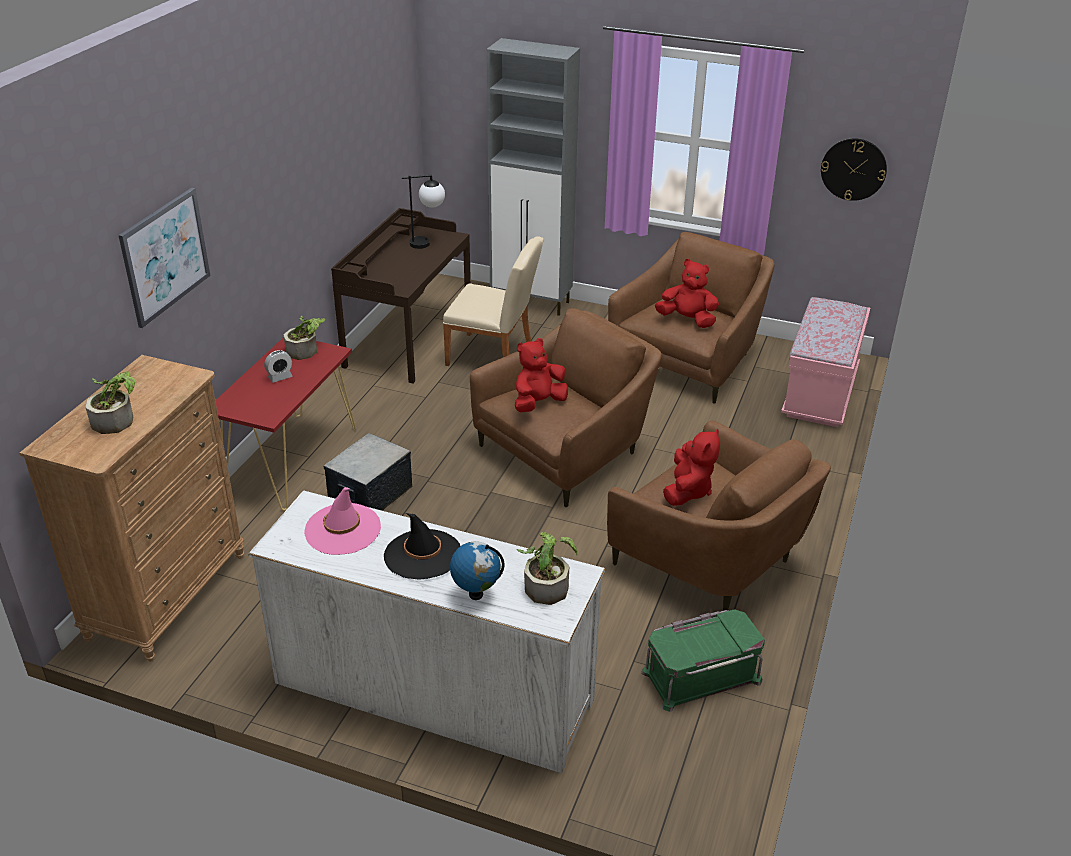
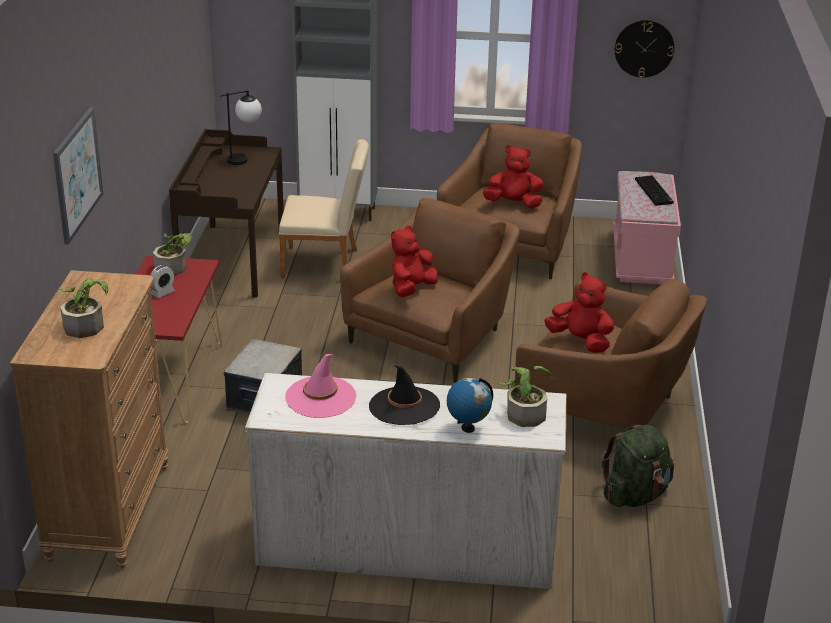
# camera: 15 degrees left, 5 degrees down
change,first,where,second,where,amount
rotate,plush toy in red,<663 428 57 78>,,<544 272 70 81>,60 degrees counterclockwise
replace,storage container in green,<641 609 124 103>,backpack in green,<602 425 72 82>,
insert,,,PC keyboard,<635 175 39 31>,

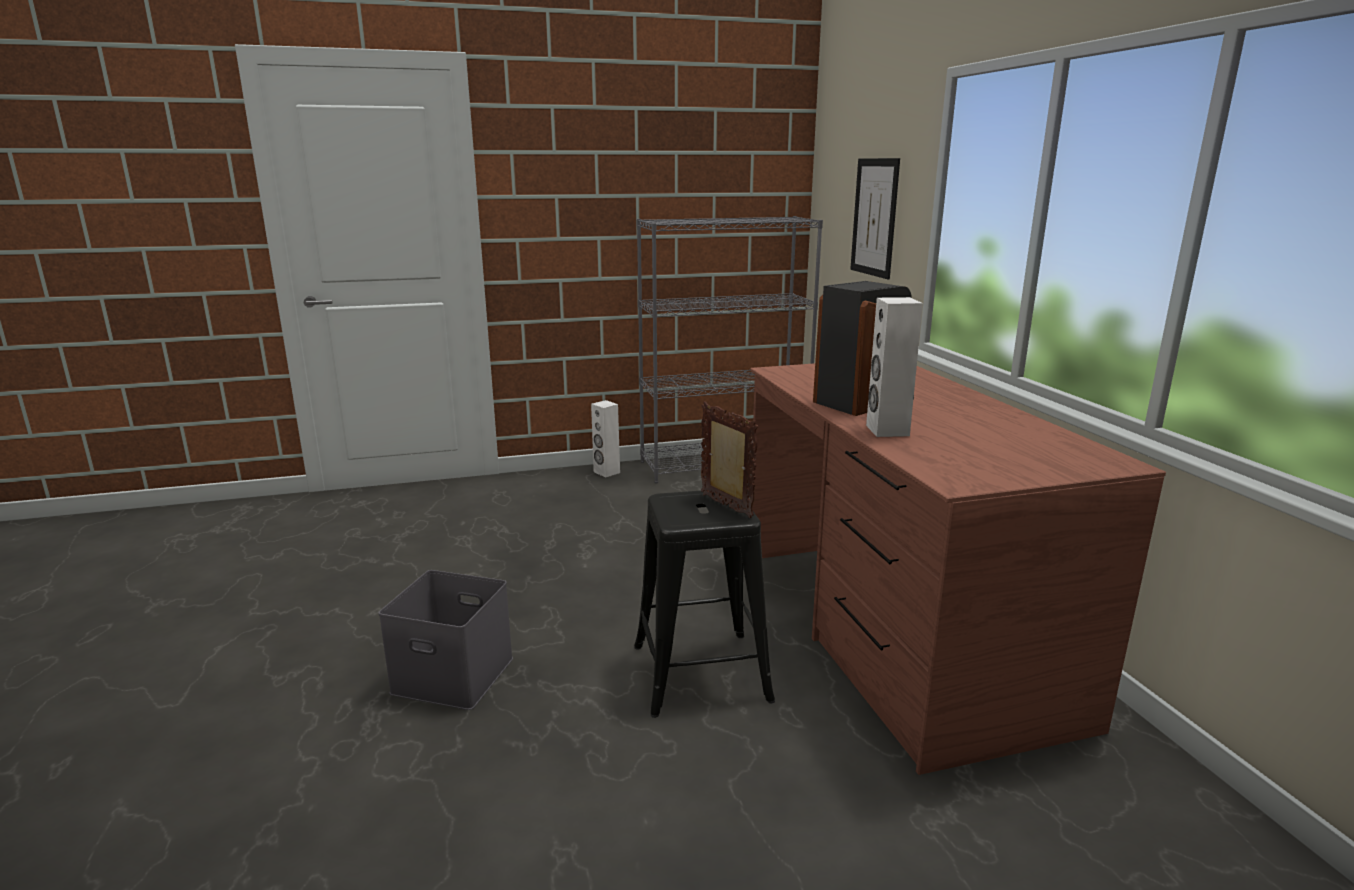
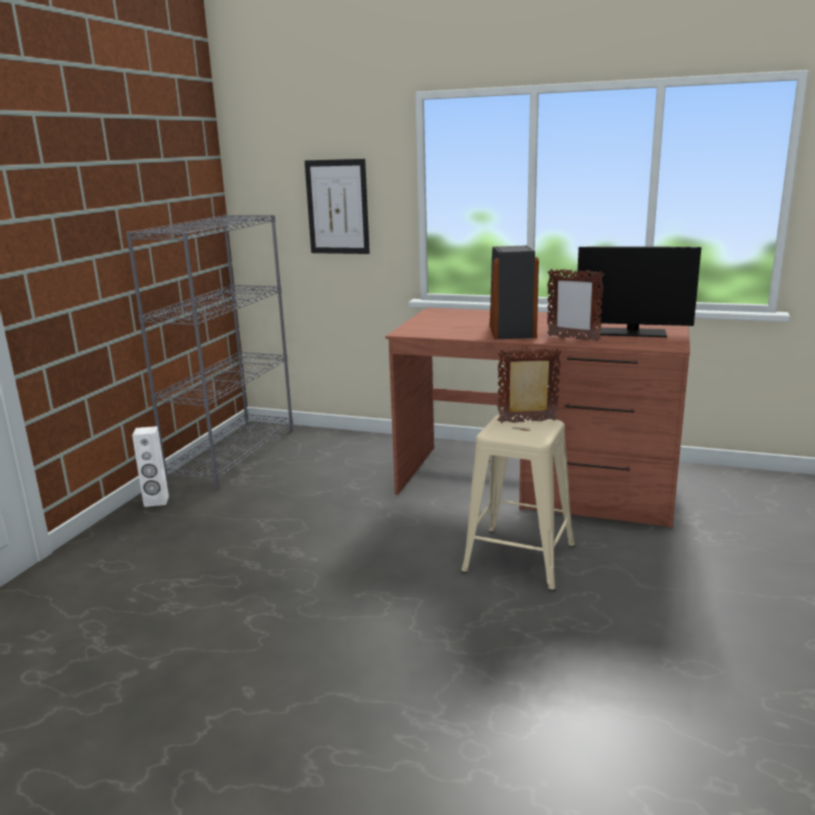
# camera: 55 degrees left, 0 degrees up
change,first,where,second,where,amount
recolor,stool seat in black-coloured,<634 491 141 227>,stool seat in beige-coloured,<461 414 114 177>,
replace,speaker in whitish,<866 297 57 140>,standing frame,<547 269 57 72>,
insert,,,computer display,<577 246 124 91>,
delete,storage container in grey,<379 570 134 140>,,,

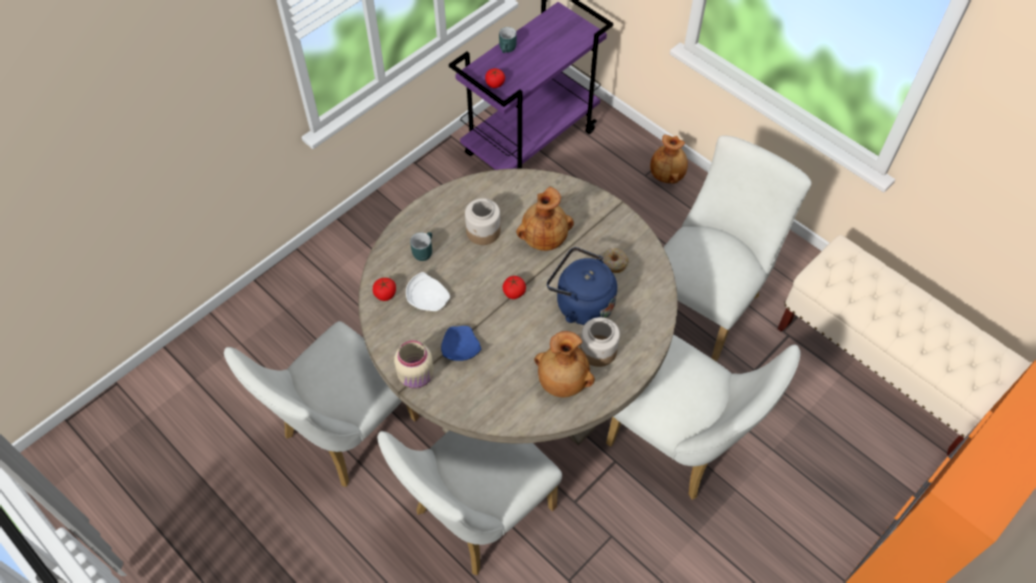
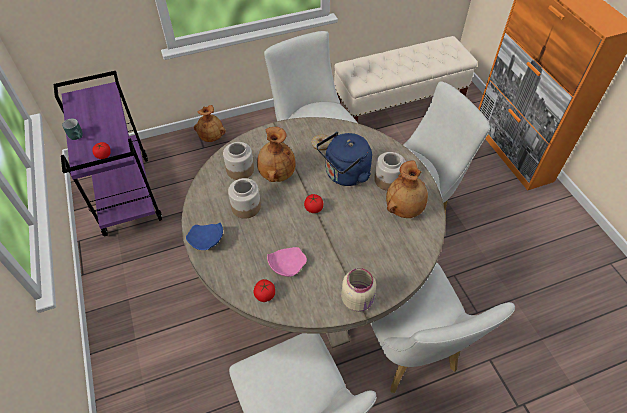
# camera: 65 degrees left, 5 degrees down
change,first,where,second,where,amount
move,flat dish in bluish,<441 326 40 35>,,<186 223 37 27>,
insert,,,jar,<223 142 31 38>,
recolor,flat dish in whitish,<406 272 44 39>,flat dish in pink,<267 247 40 30>,
delete,tea mug in blue-green,<410 232 22 29>,,,

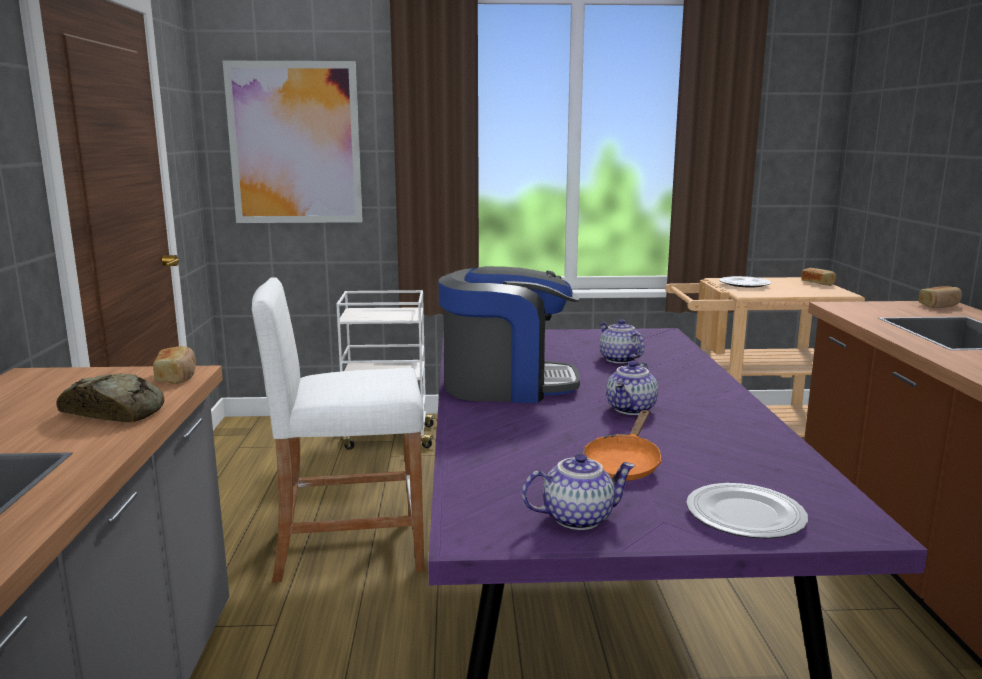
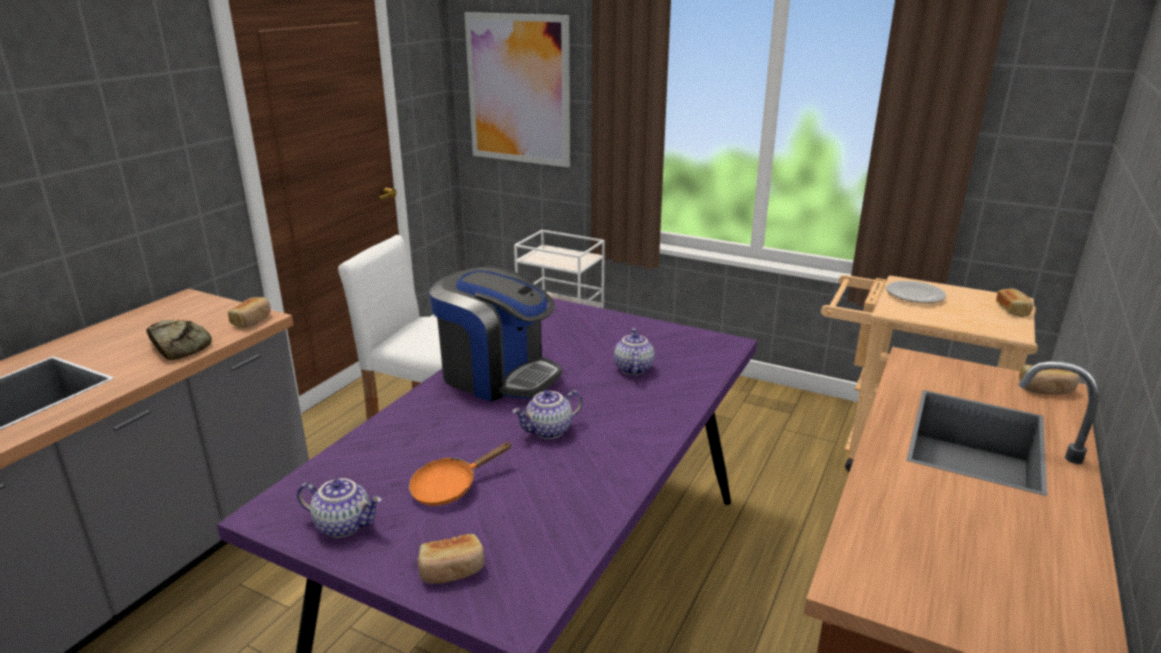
# camera: 30 degrees right, 10 degrees up
change,first,where,second,where,amount
replace,flat dish,<686 483 122 56>,bread,<418 534 66 50>,

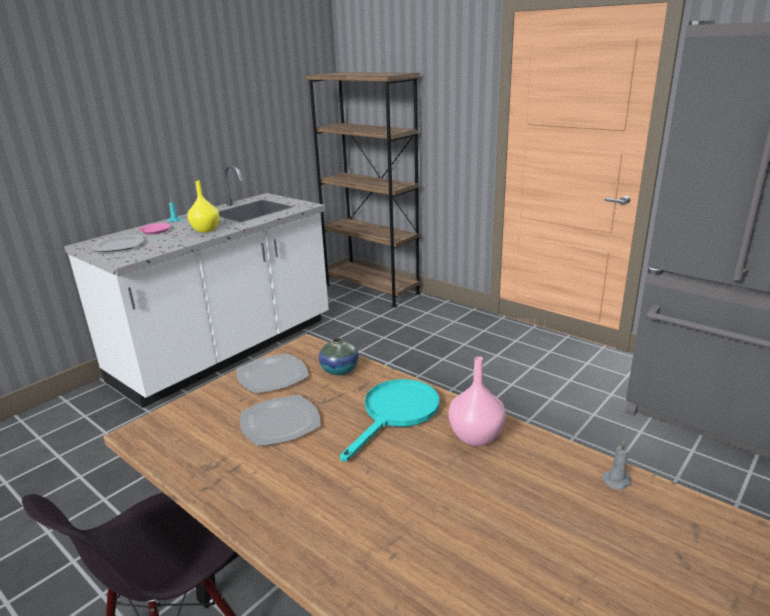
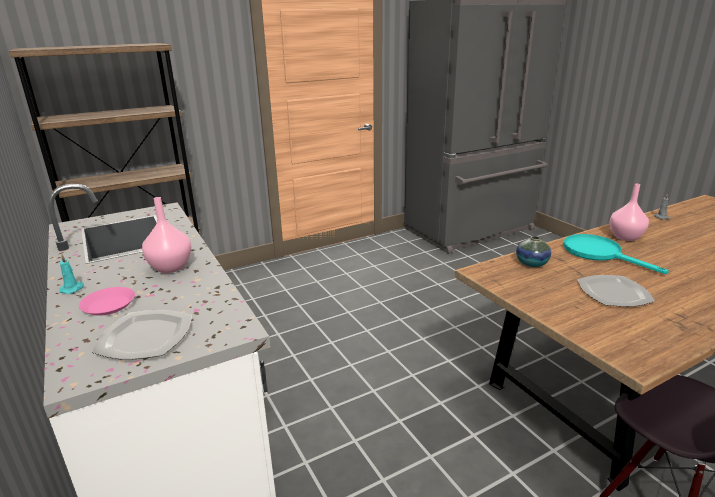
# camera: 70 degrees left, 0 degrees up
change,first,where,second,where,amount
recolor,flower vase in yellow-coloured,<188 181 31 52>,flower vase in pink,<142 197 49 76>,
delete,flat dish,<237 353 72 41>,,,

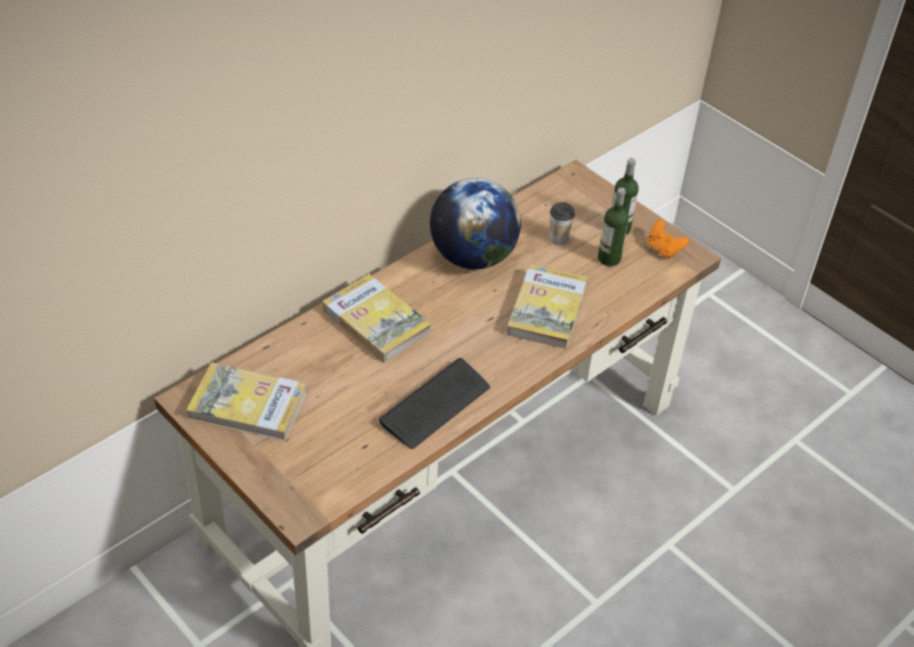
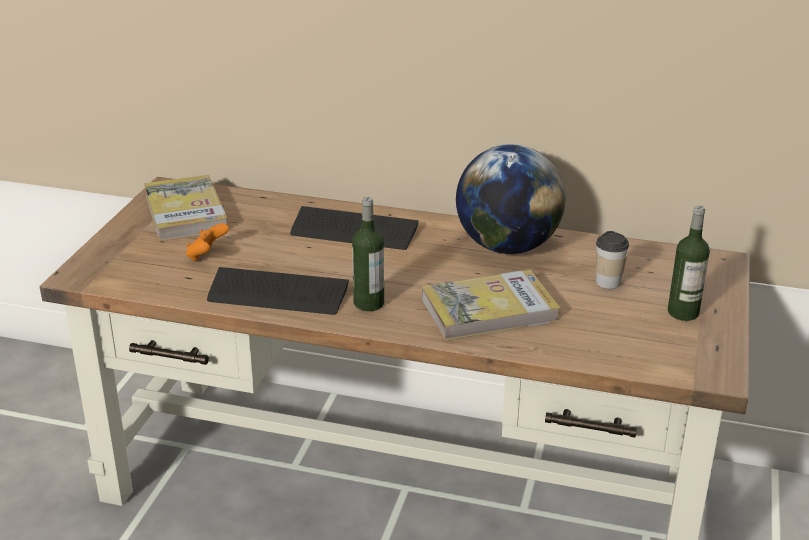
# camera: 60 degrees right, 15 degrees down
change,first,where,second,where,amount
move,joypad in orange-coloured,<648 220 41 38>,,<186 223 43 39>,
replace,book,<322 274 109 89>,PC keyboard,<290 206 129 44>,
move,bottle,<598 188 31 78>,,<352 197 32 114>,

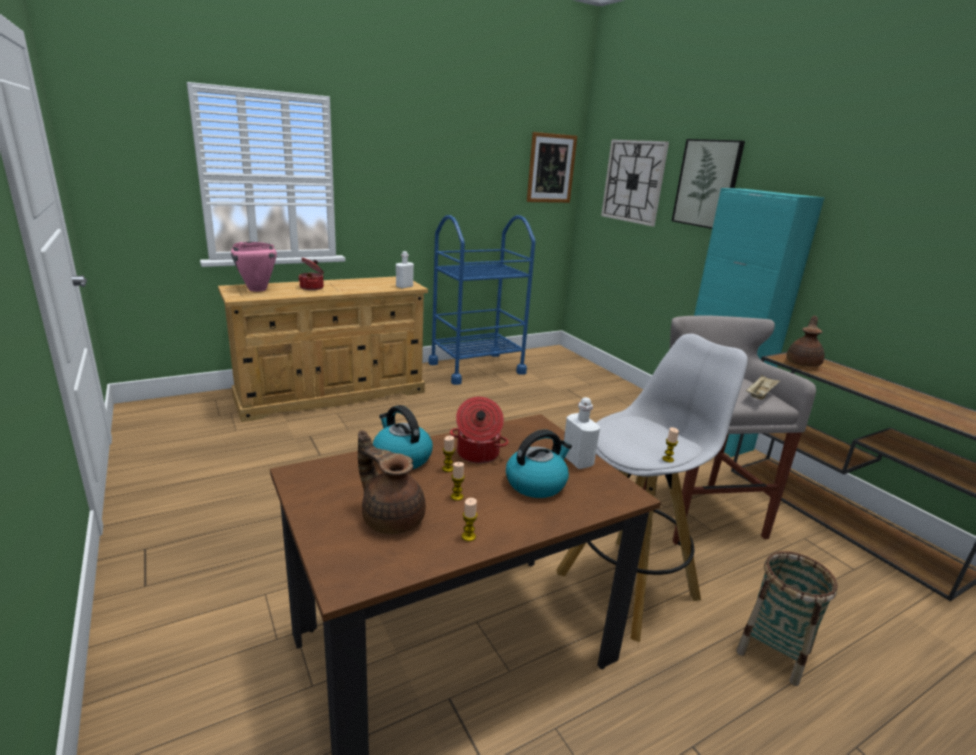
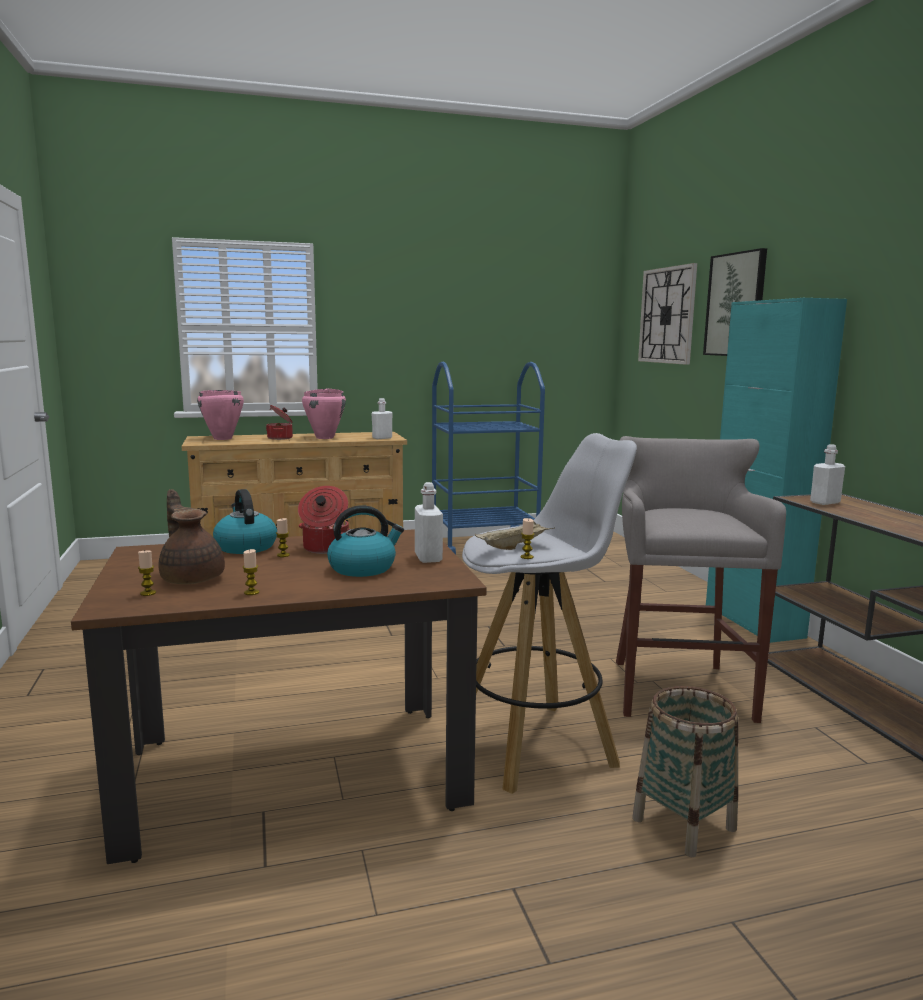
# camera: 15 degrees right, 10 degrees down
change,first,where,second,where,amount
move,wax candle,<451 462 14 39>,,<138 551 18 45>,
insert,,,stockpot in pink,<302 388 44 51>,
move,tray in beige-coloured,<746 374 34 26>,,<475 522 80 28>,
replace,pot for tea in brown,<787 315 38 52>,bottle in whitish,<810 444 35 61>,
delete,picture,<527 132 50 71>,,,

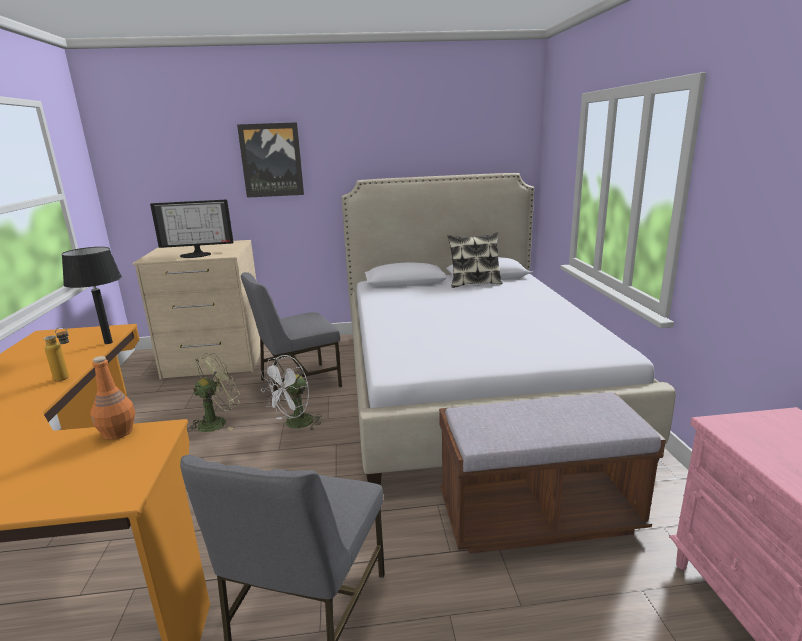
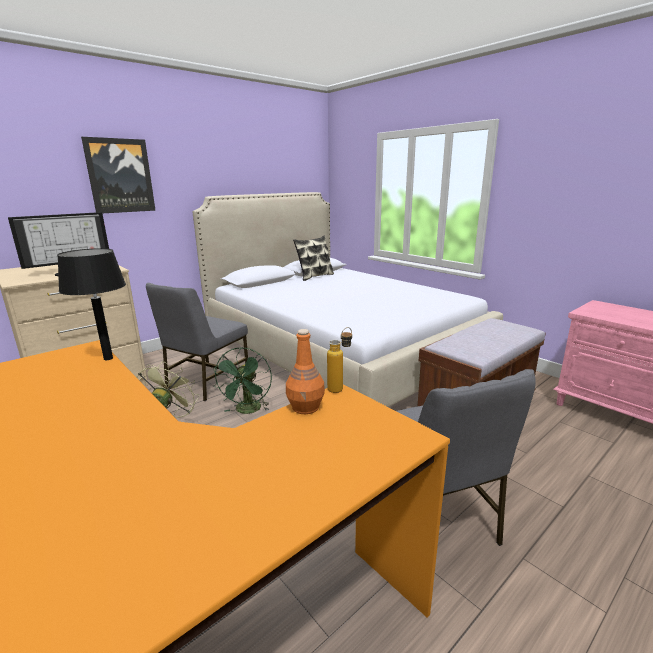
# camera: 35 degrees left, 0 degrees up
change,first,where,second,where,amount
recolor,cooling fan in whitish,<261 355 61 75>,cooling fan in green,<213 347 59 67>,
move,bottle,<44 327 25 54>,,<327 327 25 66>,

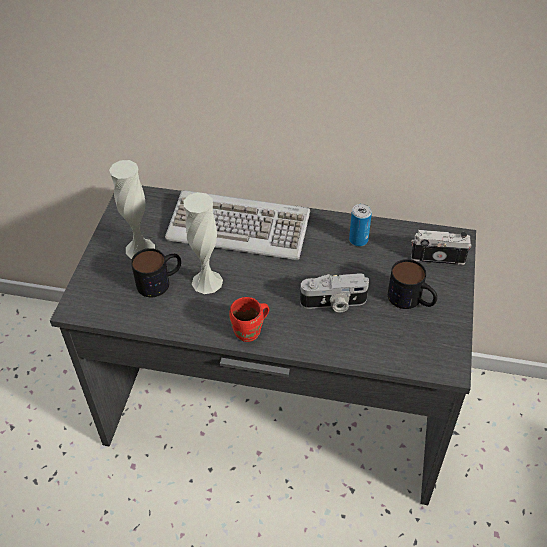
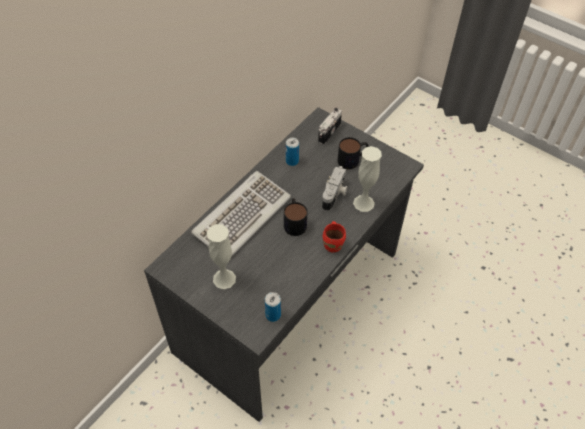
# camera: 65 degrees left, 5 degrees up
change,first,where,second,where,amount
insert,,,can,<265 292 16 30>,
move,tea mug,<131 248 50 49>,,<284 198 23 38>,
move,flower vase in whitish,<184 192 39 102>,,<353 146 29 66>,

